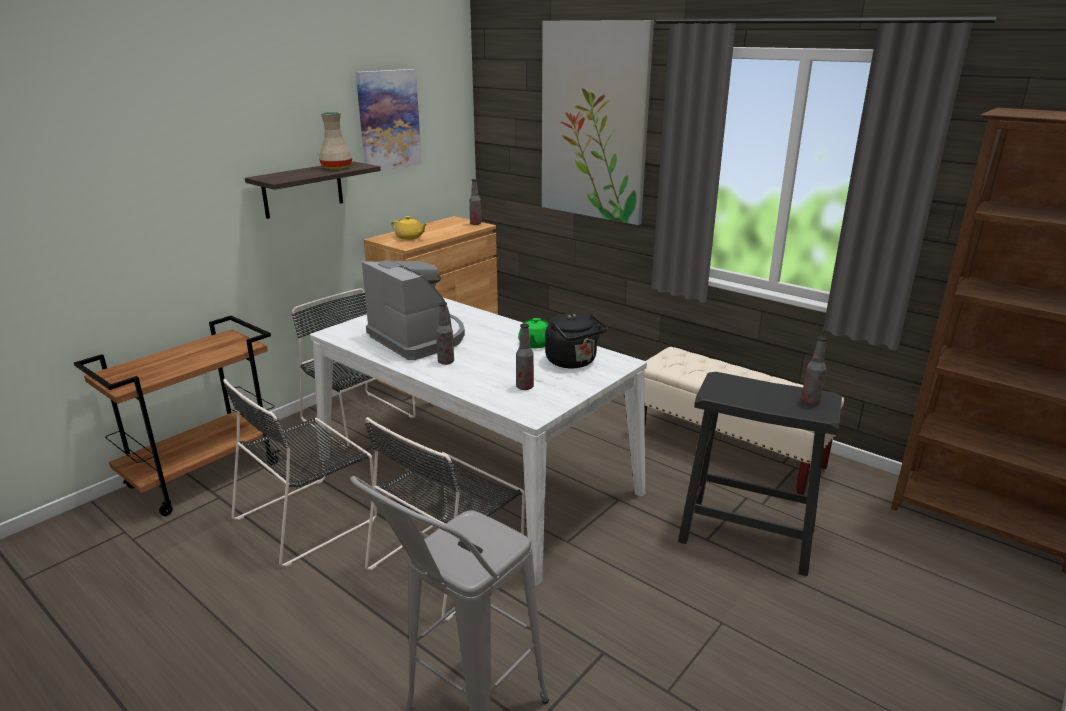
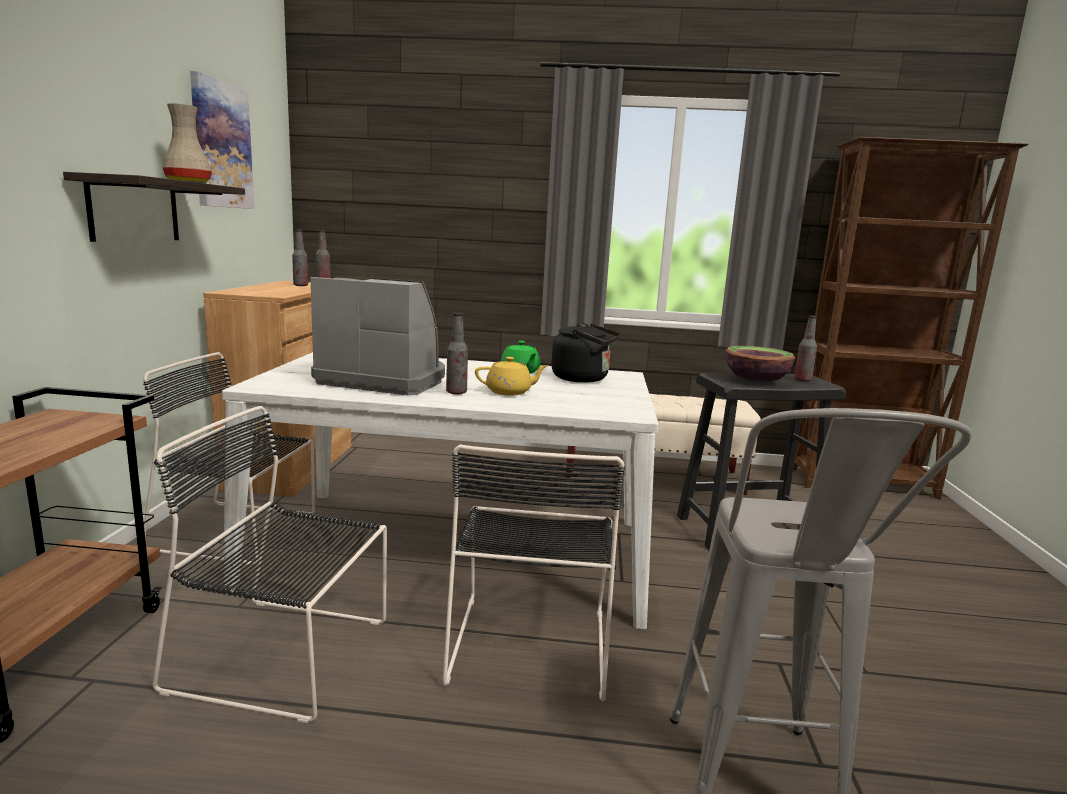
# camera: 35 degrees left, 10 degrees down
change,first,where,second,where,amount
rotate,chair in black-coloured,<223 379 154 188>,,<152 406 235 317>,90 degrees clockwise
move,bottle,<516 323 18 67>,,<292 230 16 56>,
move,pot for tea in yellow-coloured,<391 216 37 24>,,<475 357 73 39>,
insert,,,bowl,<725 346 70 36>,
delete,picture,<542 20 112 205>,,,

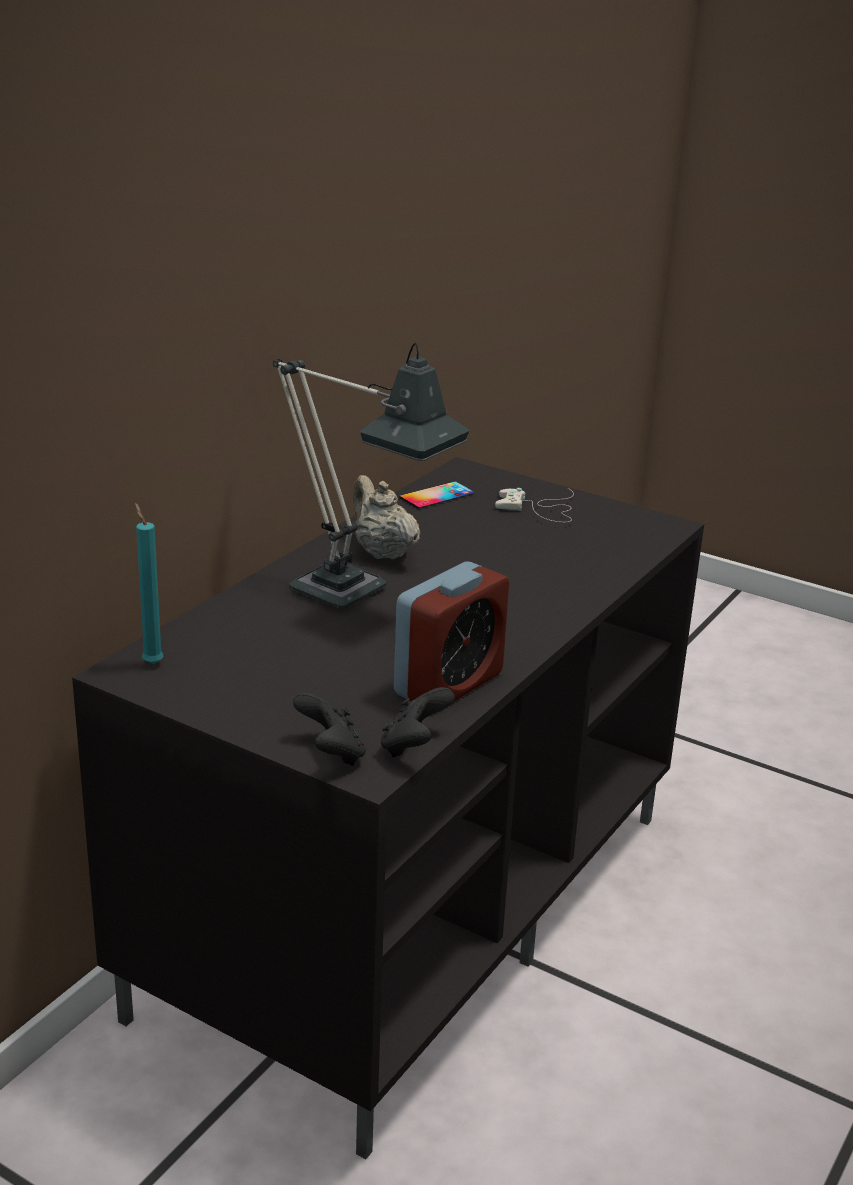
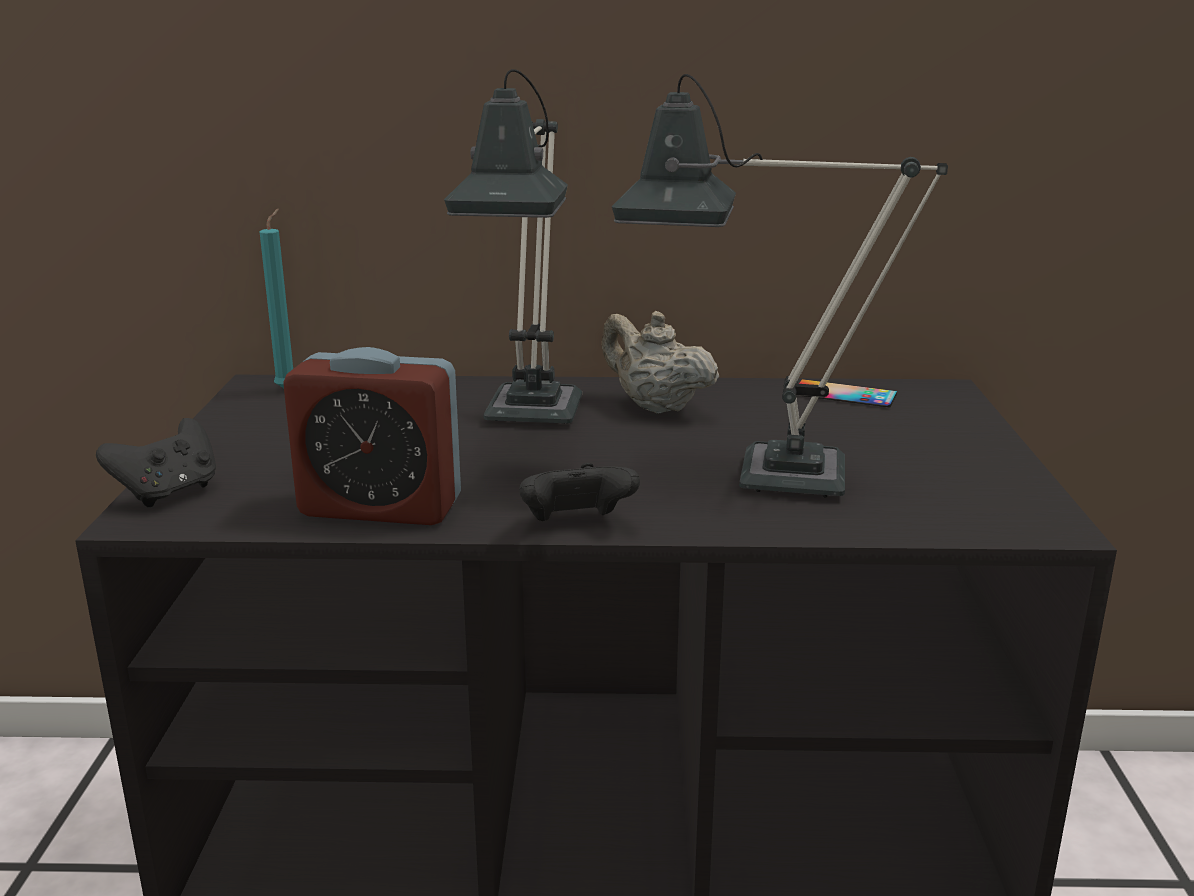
# camera: 60 degrees right, 5 degrees down
change,first,where,second,where,amount
move,joypad in black-coloured,<381 687 74 70>,,<519 463 121 58>,
rotate,pot for tea in beige-coloured,<353 475 67 85>,,<601 311 118 103>,75 degrees counterclockwise
insert,,,lamp for a table,<612 74 336 423>,
delete,joypad in whitish,<495 488 79 34>,,,

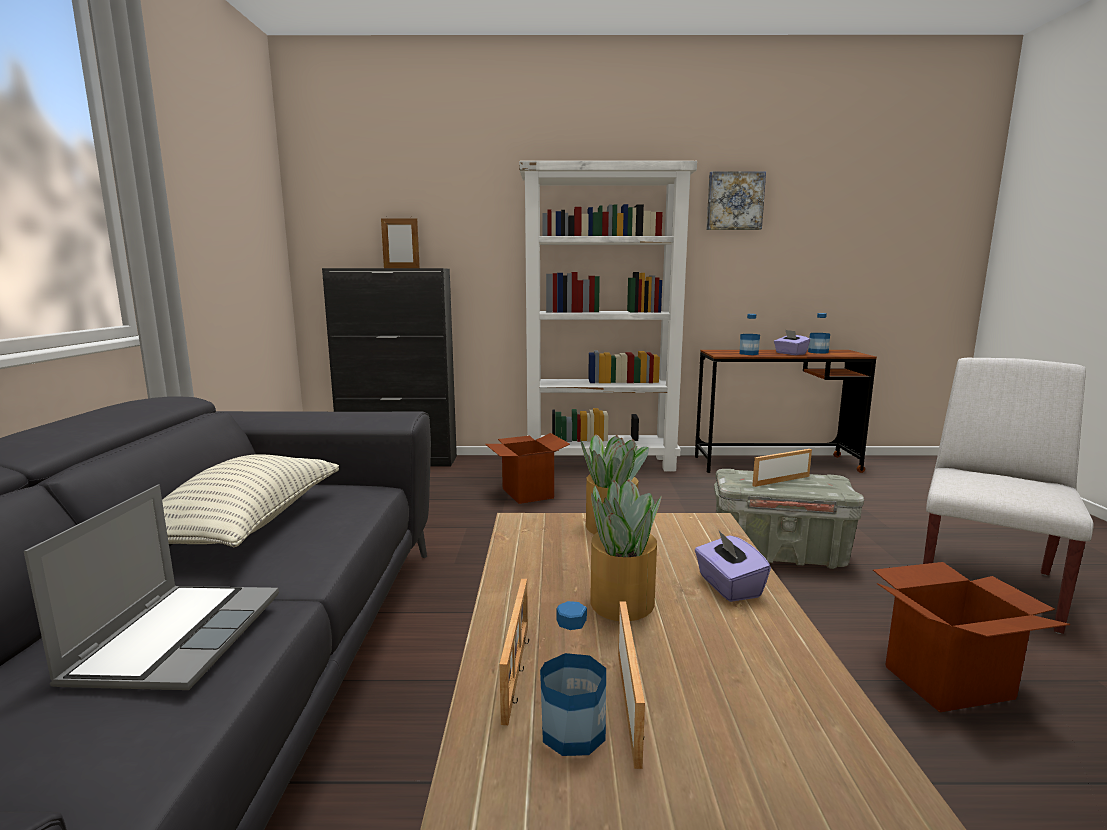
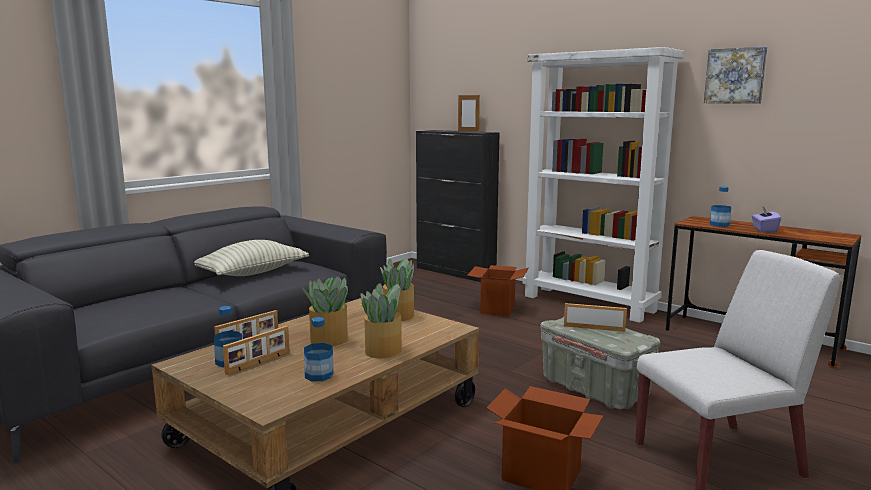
# camera: 40 degrees right, 0 degrees up
change,first,where,second,where,amount
move,bottle,<808 313 22 41>,,<304 317 29 64>,
replace,box of tissues in purple-coloured,<695 531 76 71>,plant in a pot,<360 283 42 75>,
delete,portable computer,<24 485 255 205>,,,

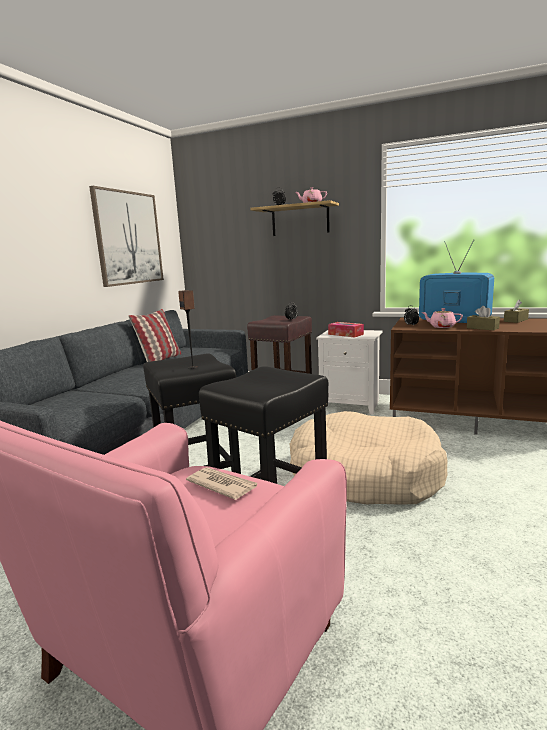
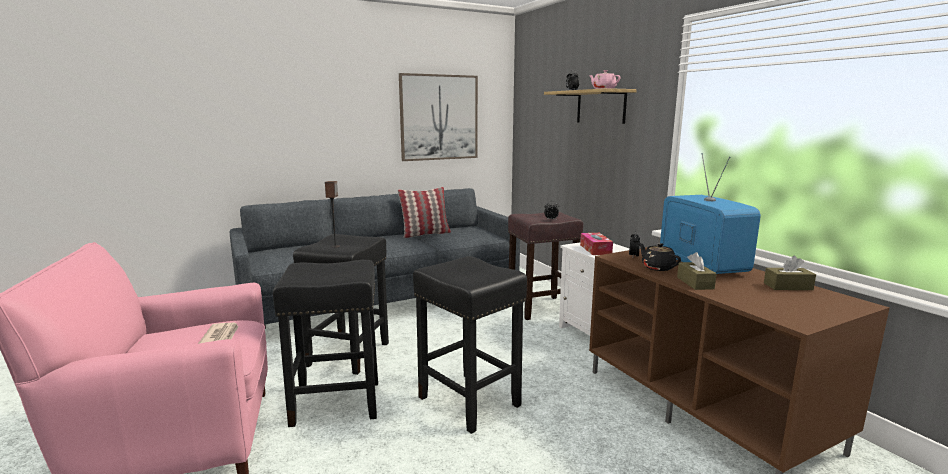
# camera: 40 degrees right, 0 degrees up
change,first,where,second,where,amount
replace,dog bed in beige-coloured,<289 411 159 93>,stool seat in black-coloured,<413 256 114 178>,
recolor,pot for tea in pink,<422 308 41 20>,pot for tea in black-coloured,<639 243 42 28>,

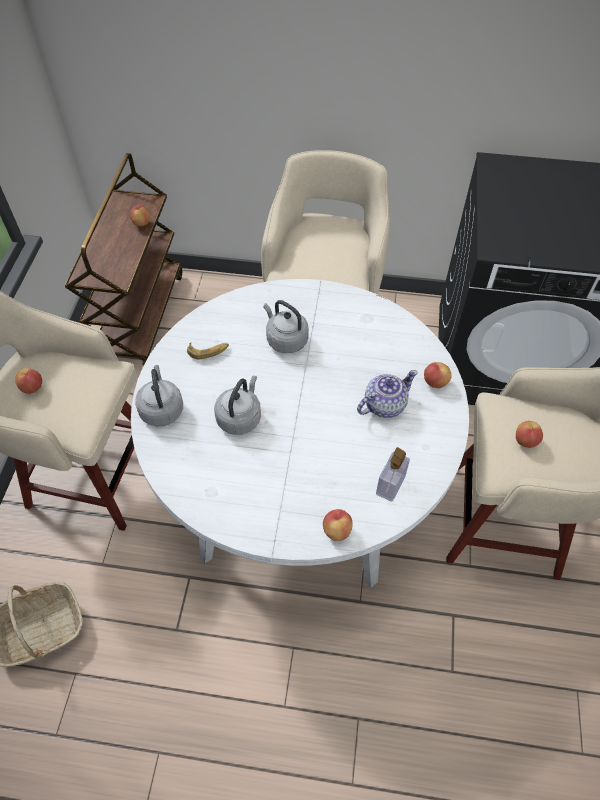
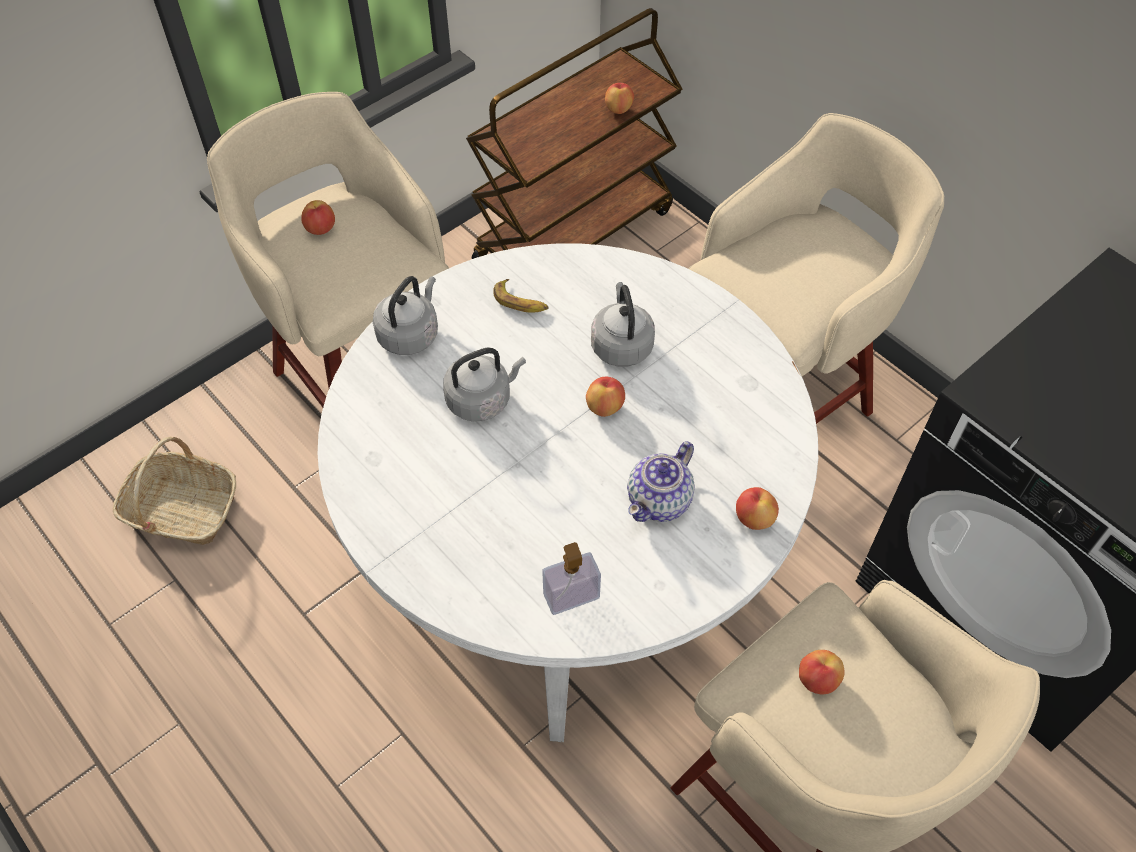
# camera: 40 degrees right, 0 degrees up
change,first,where,second,where,amount
move,apple,<323 509 29 32>,,<586 377 39 40>,
rotate,pot for tea,<357 370 61 48>,,<627 441 68 81>,120 degrees clockwise

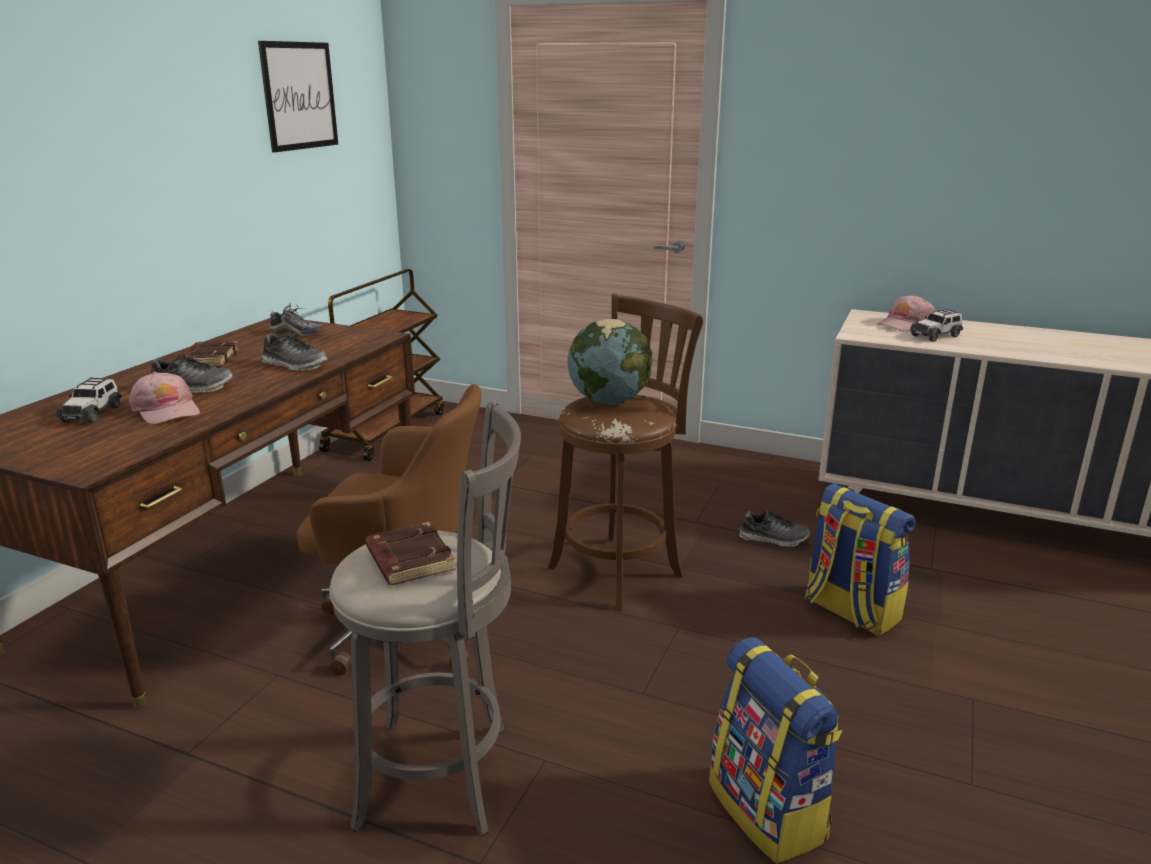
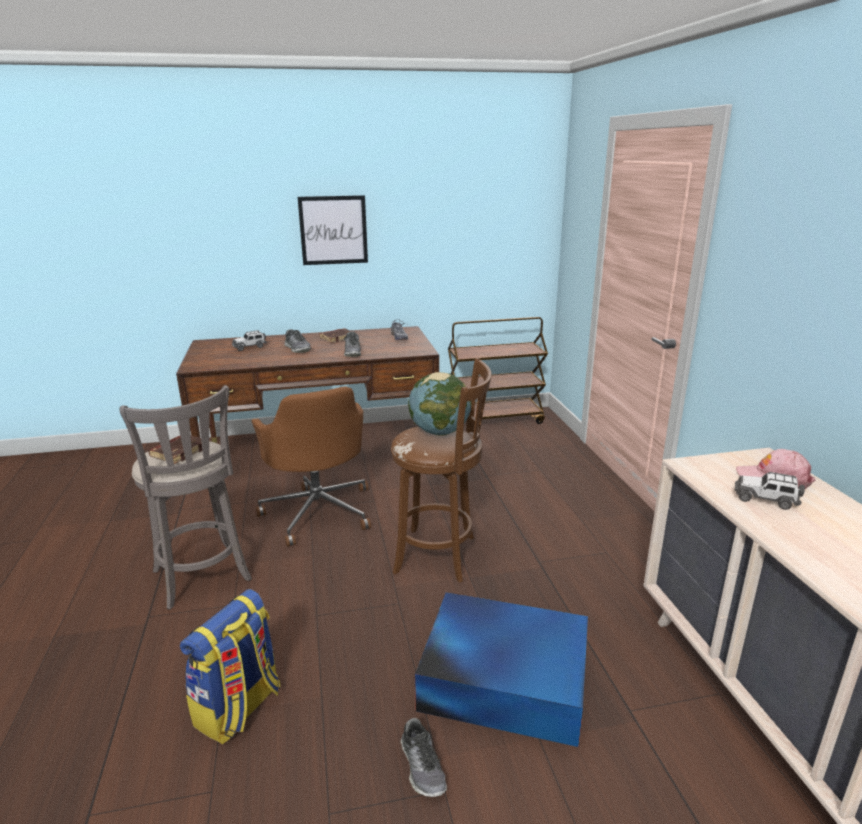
# camera: 55 degrees right, 0 degrees up
change,first,where,second,where,amount
move,picture,<258 41 80 112>,,<298 195 70 70>,
move,low shoe,<739 510 71 37>,,<401 718 46 79>,
replace,backpack,<805 483 111 153>,storage container in bluish,<415 592 173 155>,
delete,cap in pink,<129 372 71 52>,,,

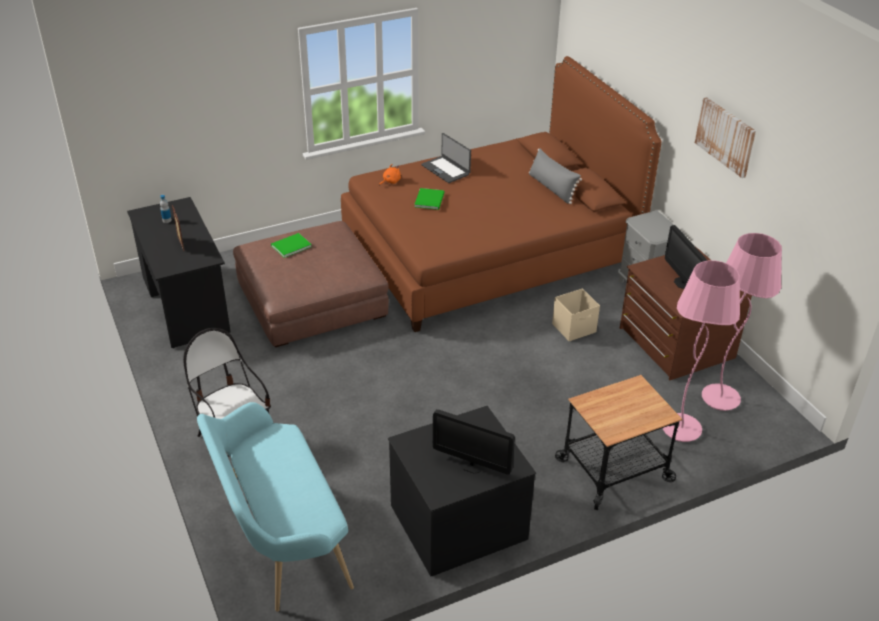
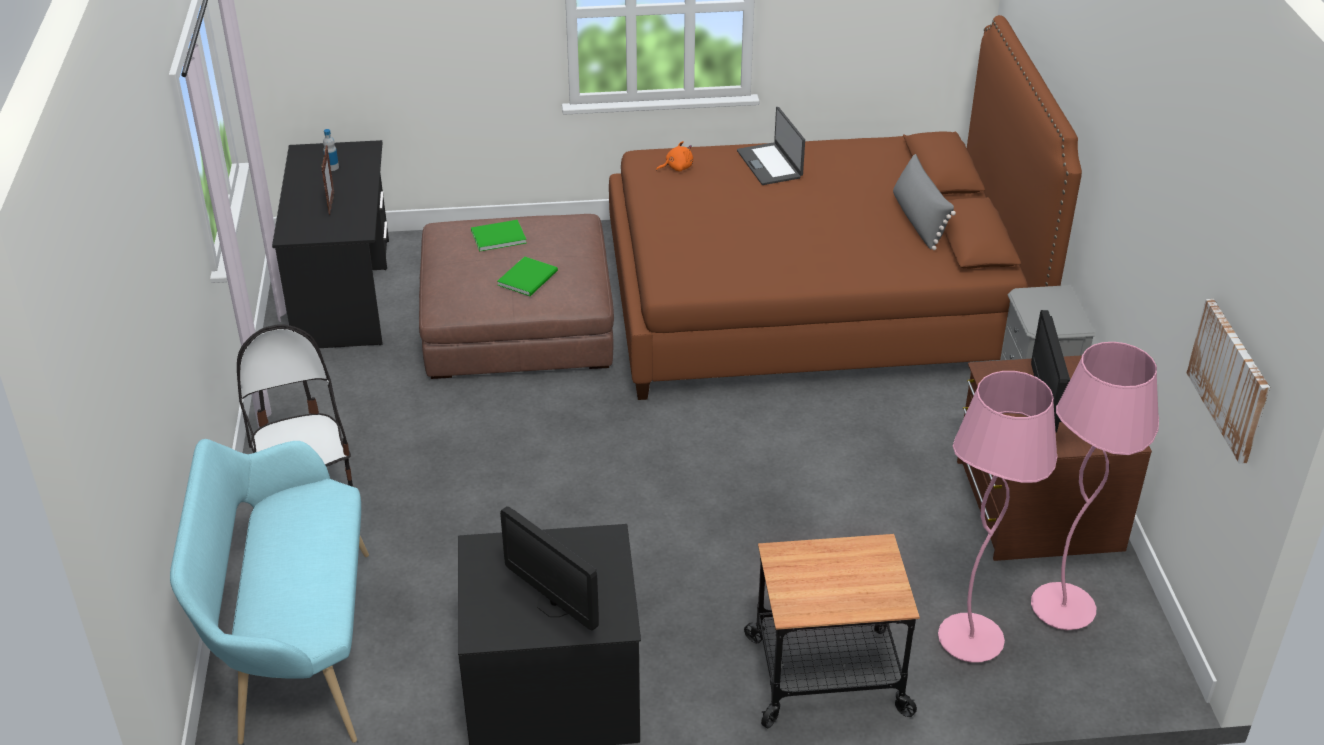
# camera: 20 degrees right, 0 degrees up
change,first,where,second,where,amount
move,book in green,<414 188 31 22>,,<497 256 61 40>,
move,picture,<695 97 61 81>,,<1187 299 83 165>,
delete,storage container in beige-coloured,<552 288 48 53>,,,

